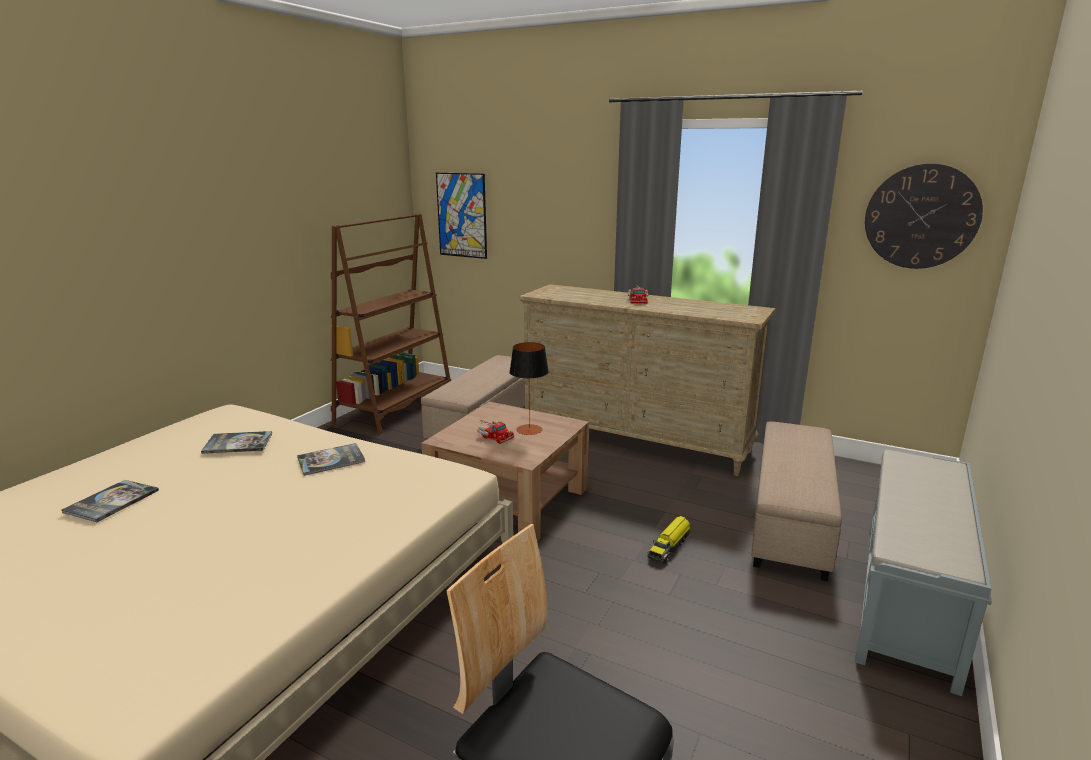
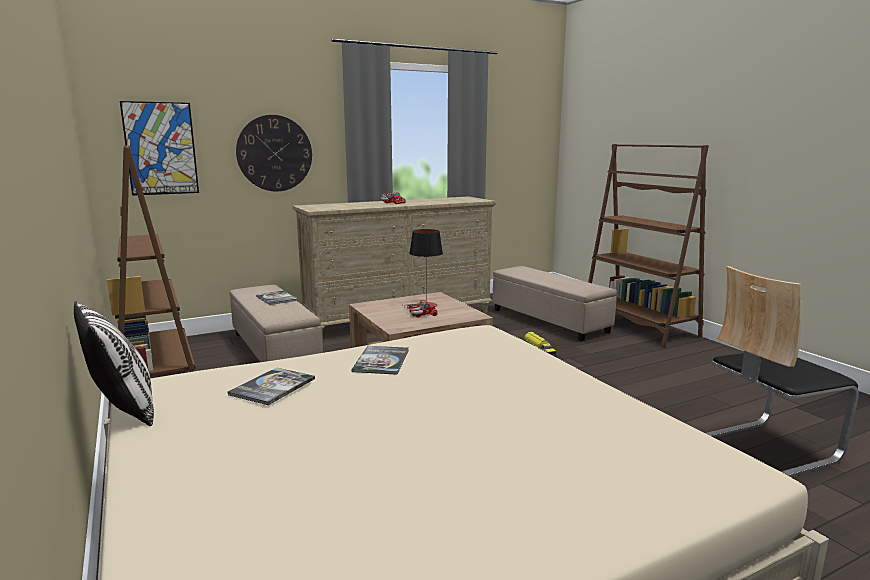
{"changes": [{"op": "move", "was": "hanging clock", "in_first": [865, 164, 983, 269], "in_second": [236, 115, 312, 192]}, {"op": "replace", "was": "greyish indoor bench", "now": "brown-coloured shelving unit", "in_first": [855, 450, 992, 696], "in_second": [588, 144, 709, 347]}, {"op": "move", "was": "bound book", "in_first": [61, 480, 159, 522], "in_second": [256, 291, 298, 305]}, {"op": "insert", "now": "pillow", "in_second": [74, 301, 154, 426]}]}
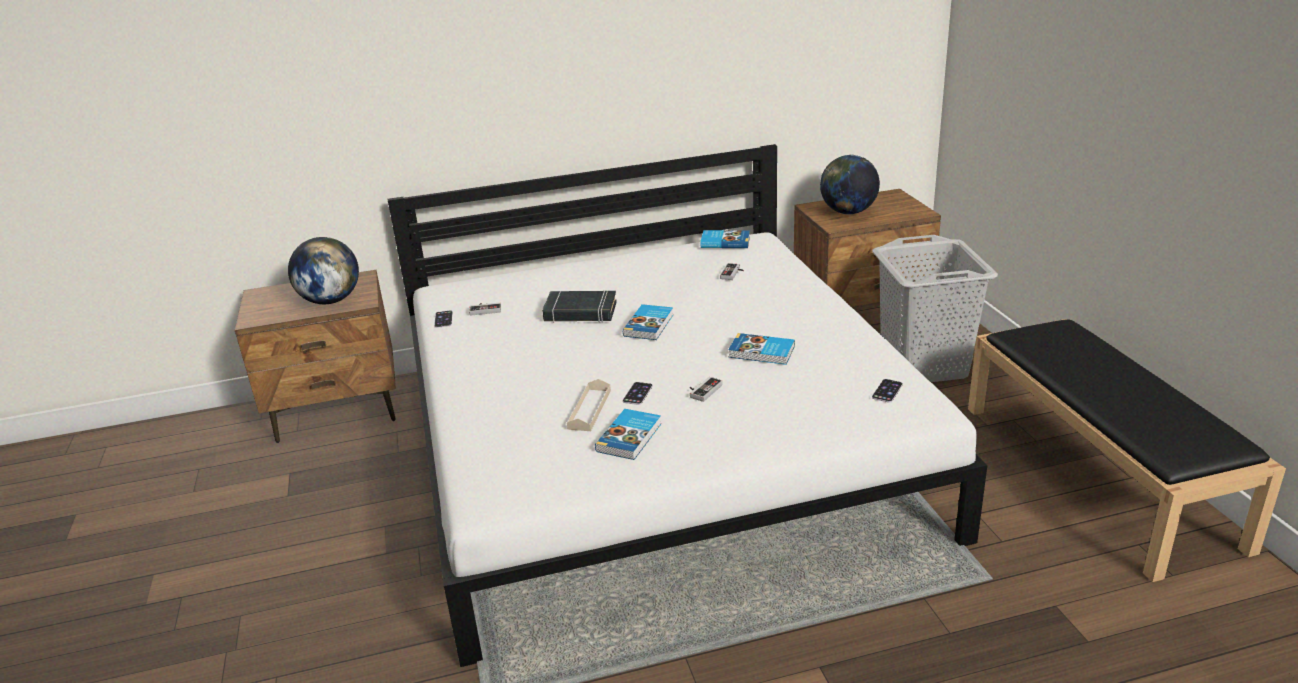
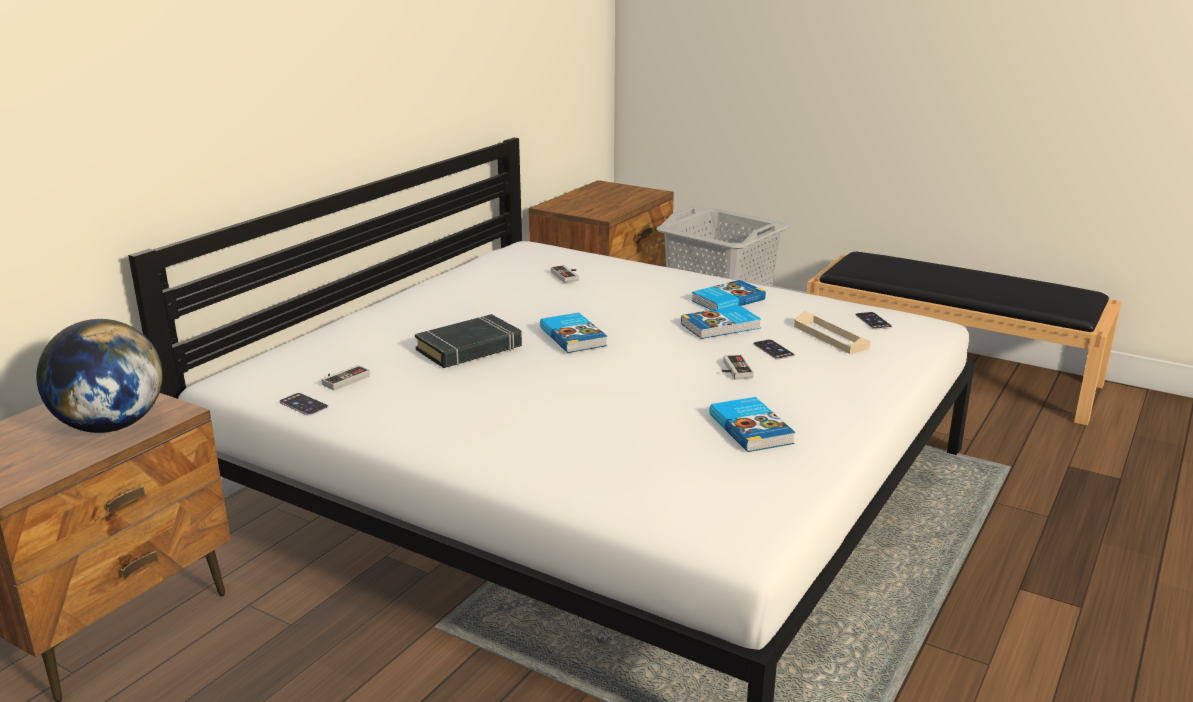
{"changes": [{"op": "delete", "was": "desk globe", "in_first": [820, 155, 880, 215]}, {"op": "move", "was": "bound book", "in_first": [700, 230, 750, 248], "in_second": [691, 280, 766, 310]}, {"op": "move", "was": "sand-coloured serving tray", "in_first": [567, 379, 611, 431], "in_second": [794, 311, 870, 354]}, {"op": "move", "was": "telephone", "in_first": [623, 382, 653, 405], "in_second": [753, 339, 795, 360]}]}
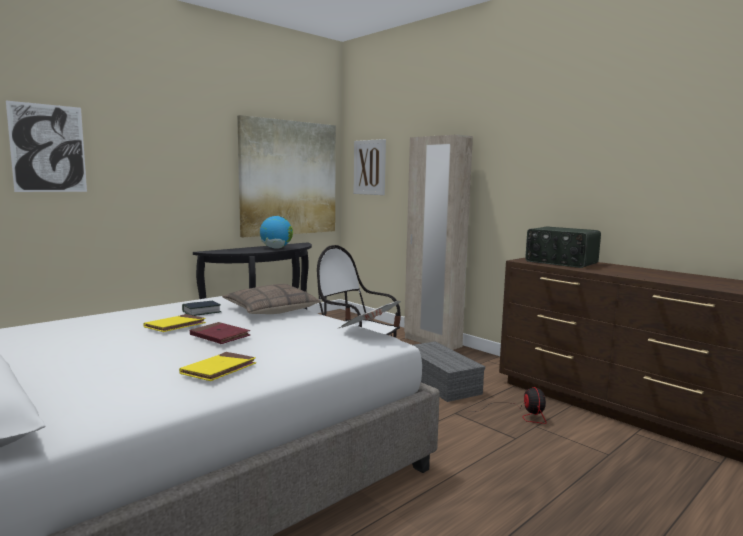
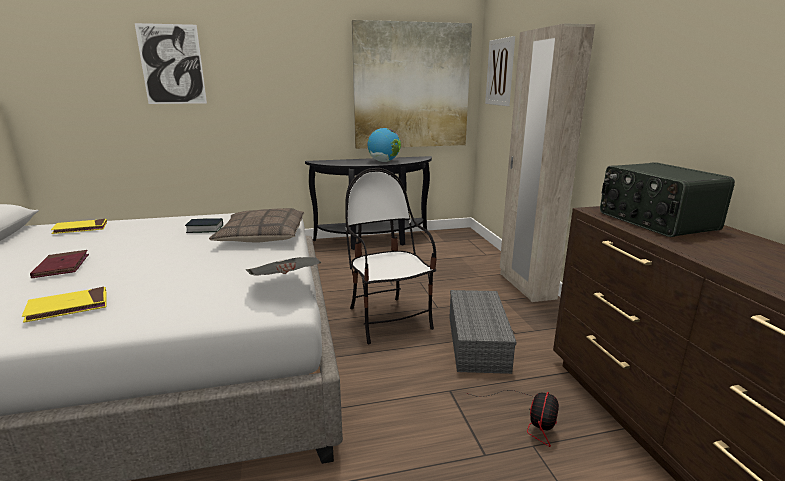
{"changes": [{"op": "move", "was": "yellowish bound book", "in_first": [144, 314, 206, 332], "in_second": [51, 219, 107, 234]}, {"op": "move", "was": "red bound book", "in_first": [190, 322, 250, 344], "in_second": [30, 250, 89, 278]}]}
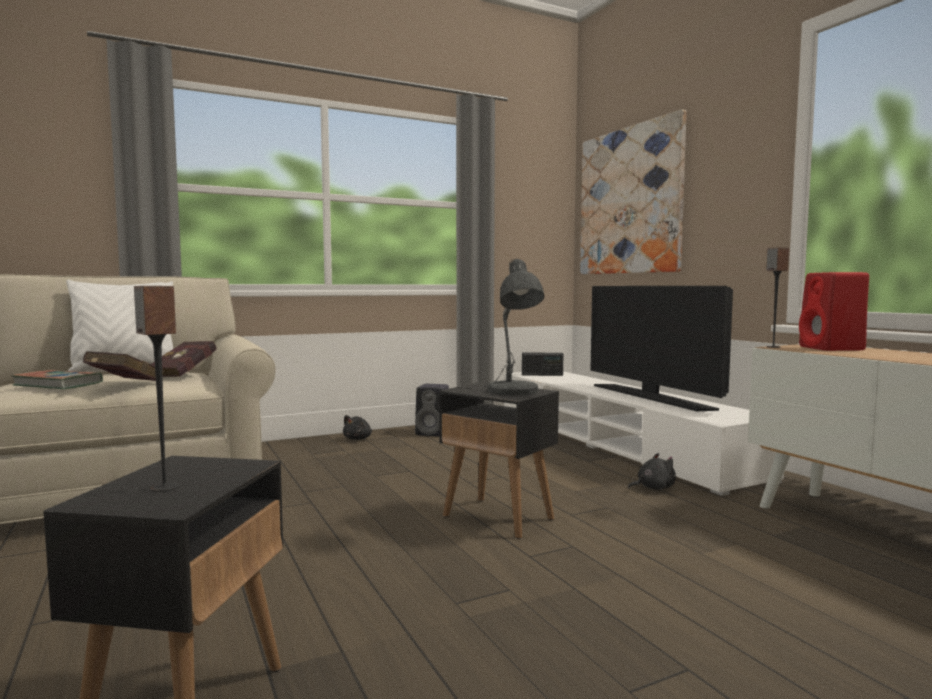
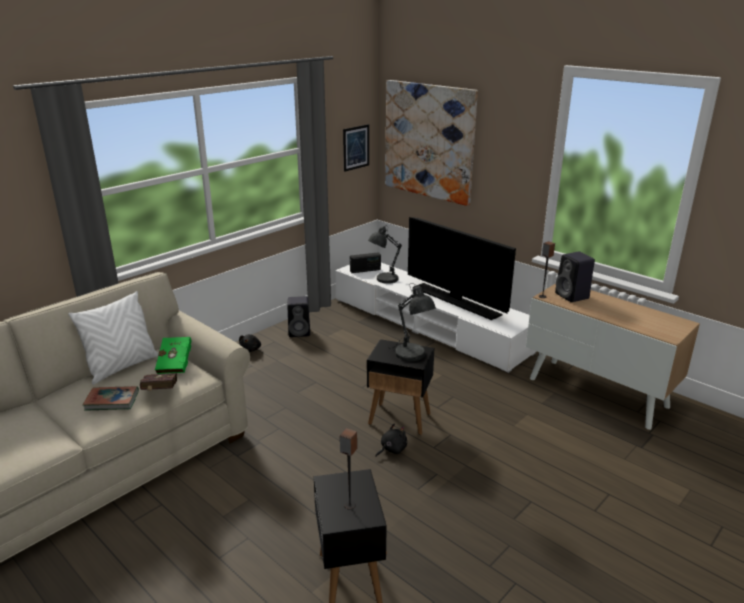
{"changes": [{"op": "recolor", "was": "red audio speaker", "now": "black-coloured audio speaker", "in_first": [799, 272, 869, 351], "in_second": [555, 252, 595, 302]}, {"op": "recolor", "was": "red bound book", "now": "green bound book", "in_first": [150, 341, 217, 377], "in_second": [155, 336, 191, 374]}, {"op": "move", "was": "black-coloured soft toy", "in_first": [628, 453, 676, 490], "in_second": [375, 424, 407, 457]}, {"op": "insert", "now": "wall art", "in_second": [343, 124, 369, 172]}, {"op": "insert", "now": "greyish tabletop lamp", "in_second": [368, 225, 402, 284]}]}
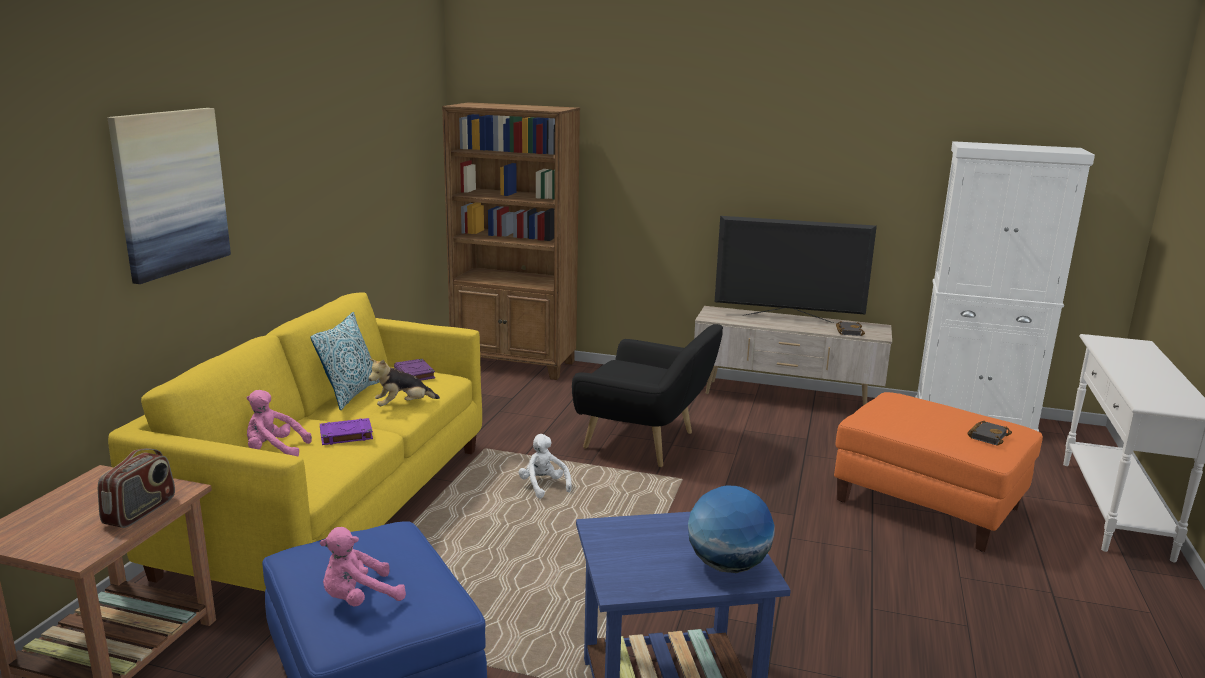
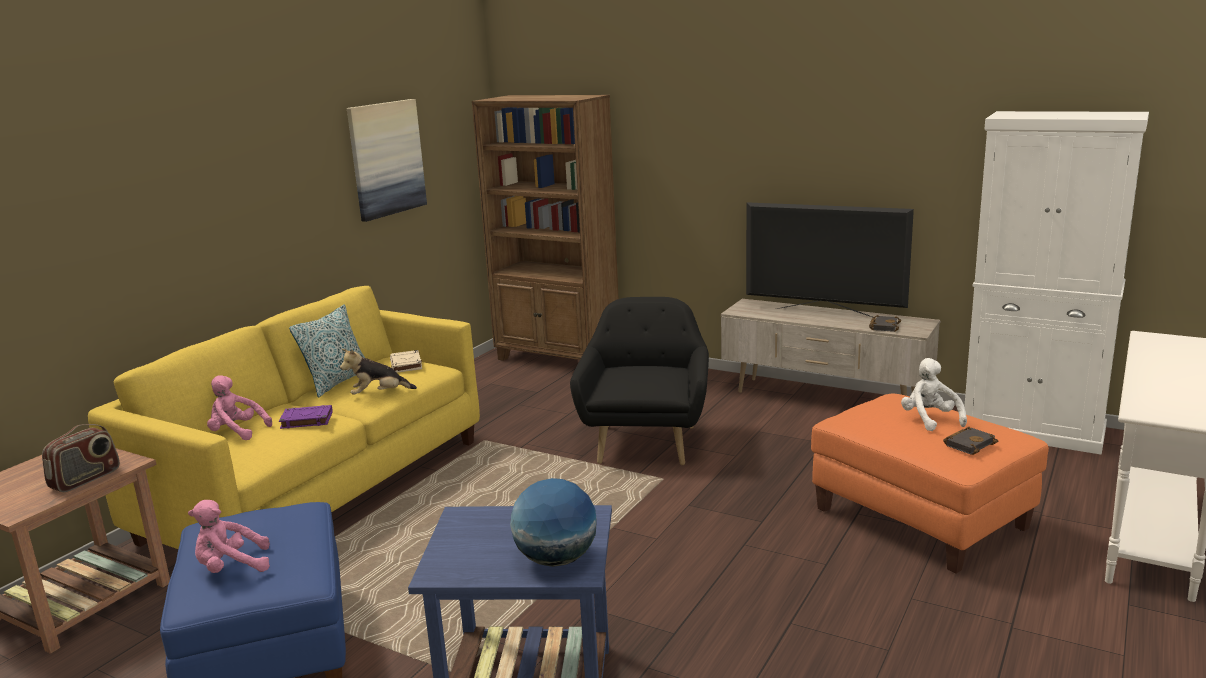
{"changes": [{"op": "move", "was": "wall art", "in_first": [108, 108, 231, 284], "in_second": [347, 99, 427, 222]}, {"op": "rotate", "was": "black-coloured armchair", "in_first": [572, 324, 723, 467], "in_second": [570, 297, 709, 465], "clockwise": -120}, {"op": "recolor", "was": "purple-coloured bound book", "now": "sand-coloured bound book", "in_first": [394, 359, 435, 381], "in_second": [390, 350, 422, 373]}, {"op": "move", "was": "whitish soft toy", "in_first": [518, 434, 572, 499], "in_second": [901, 358, 967, 431]}]}
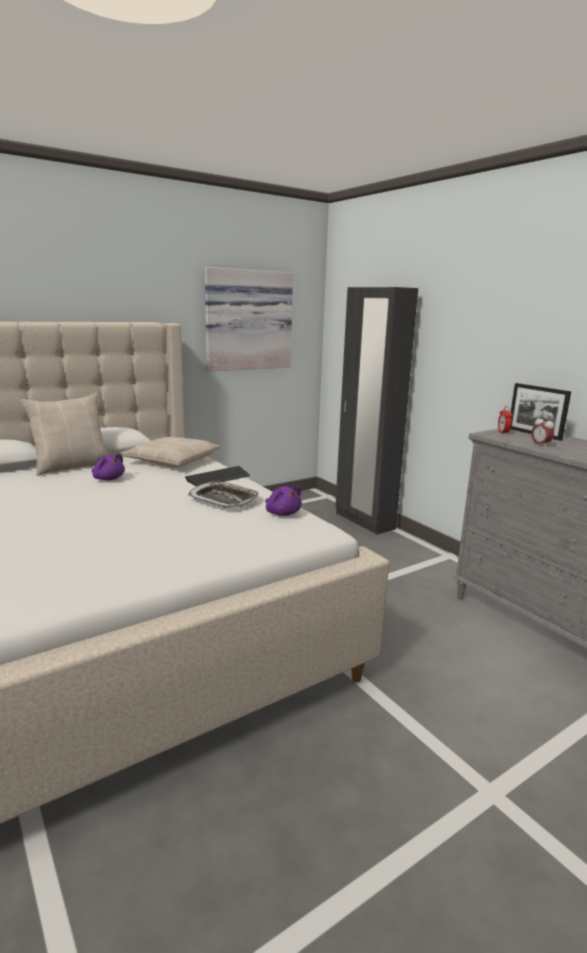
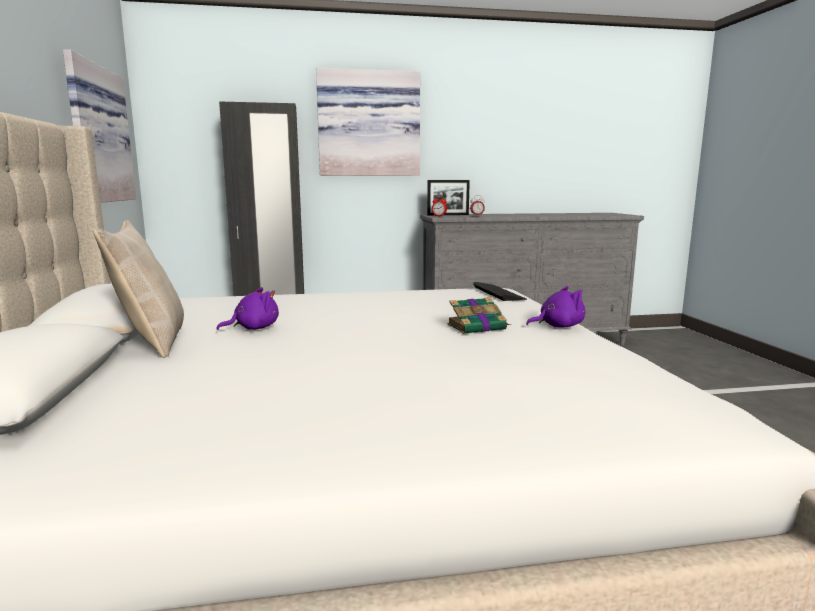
{"changes": [{"op": "delete", "was": "sand-coloured pillow", "in_first": [121, 437, 220, 468]}, {"op": "move", "was": "keyboard", "in_first": [185, 466, 250, 486], "in_second": [473, 282, 527, 301]}, {"op": "delete", "was": "serving tray", "in_first": [188, 481, 259, 509]}, {"op": "move", "was": "purple-coloured soft toy", "in_first": [265, 486, 302, 516], "in_second": [526, 286, 585, 328]}, {"op": "insert", "now": "wall art", "in_second": [316, 68, 420, 176]}, {"op": "insert", "now": "bound book", "in_second": [447, 297, 511, 334]}]}
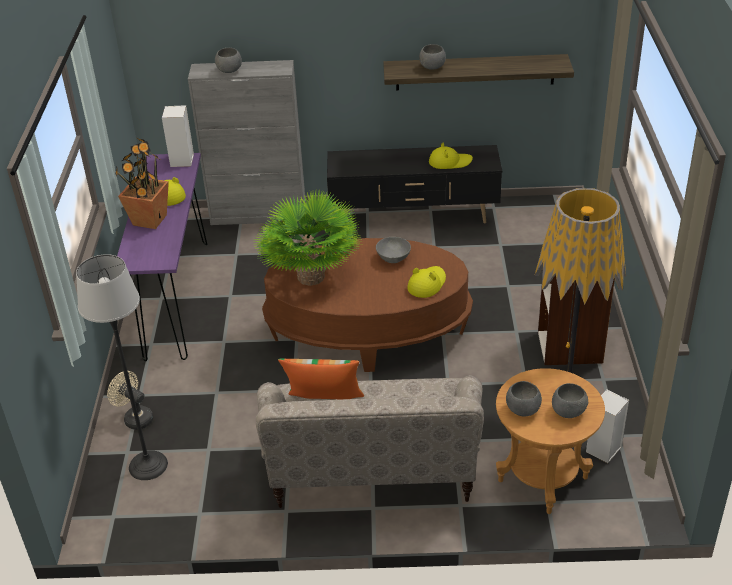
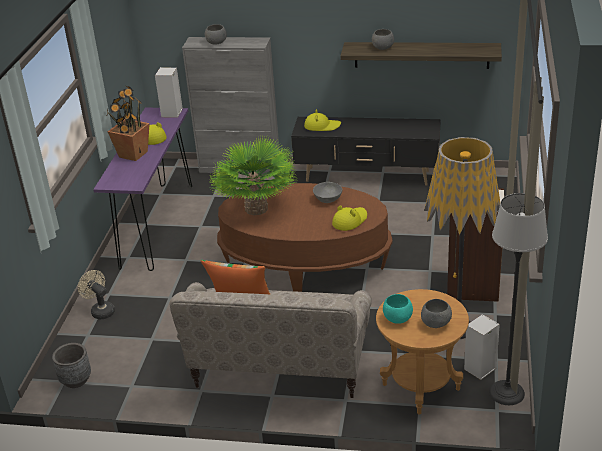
{"changes": [{"op": "move", "was": "yellowish hat", "in_first": [429, 142, 473, 169], "in_second": [304, 109, 341, 131]}, {"op": "move", "was": "standard lamp", "in_first": [76, 254, 168, 480], "in_second": [489, 193, 548, 405]}, {"op": "recolor", "was": "greyish deep dish", "now": "blue-green deep dish", "in_first": [506, 381, 542, 417], "in_second": [383, 294, 413, 324]}, {"op": "insert", "now": "greyish plant pot", "in_second": [52, 343, 91, 388]}]}
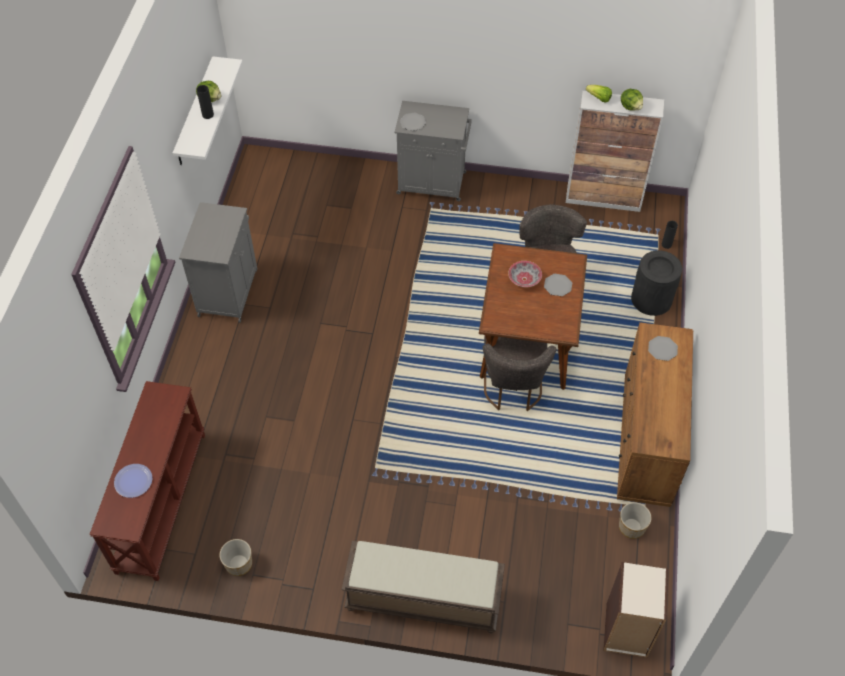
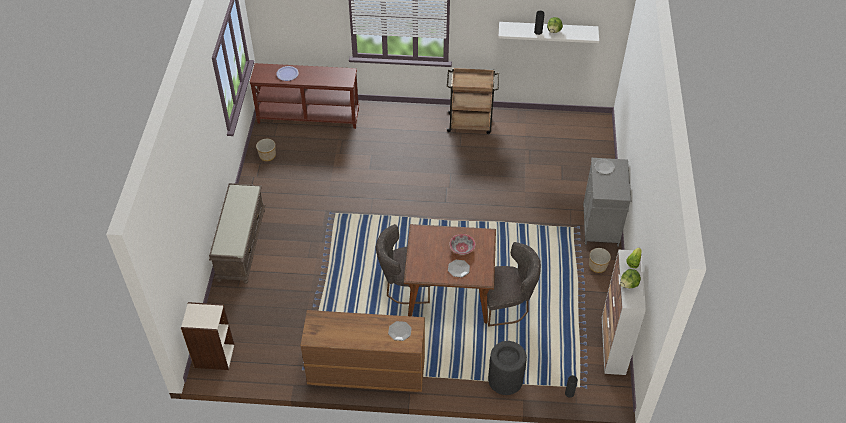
{"changes": [{"op": "replace", "was": "greyish storage cabinet", "now": "brown-coloured cart", "in_first": [179, 202, 258, 323], "in_second": [446, 68, 499, 134]}, {"op": "move", "was": "plant pot", "in_first": [619, 502, 652, 539], "in_second": [589, 248, 611, 273]}]}
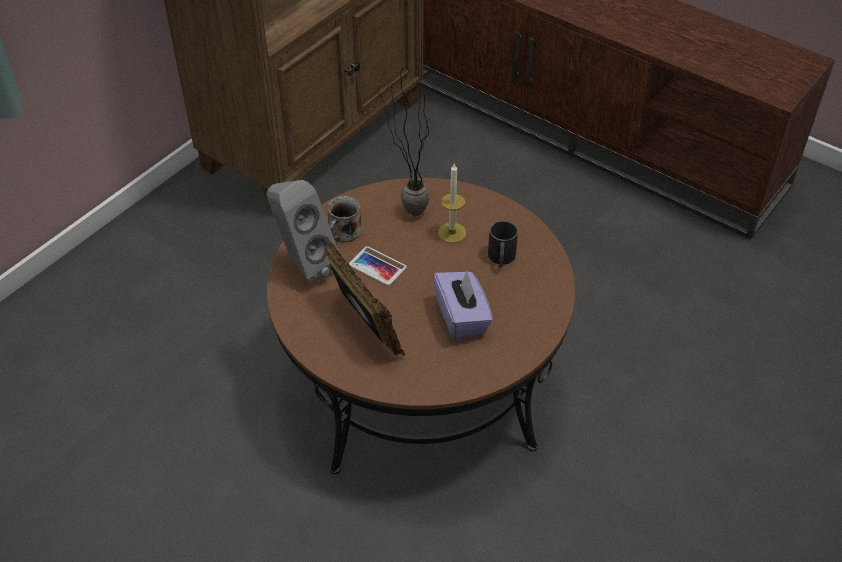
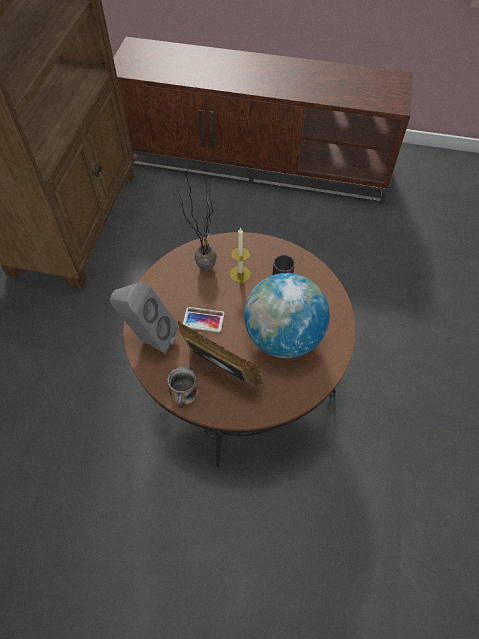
{"changes": [{"op": "move", "was": "coffee mug", "in_first": [327, 196, 362, 242], "in_second": [167, 367, 198, 408]}, {"op": "replace", "was": "purple-coloured box of tissues", "now": "desk globe", "in_first": [433, 271, 493, 340], "in_second": [244, 273, 330, 358]}]}
